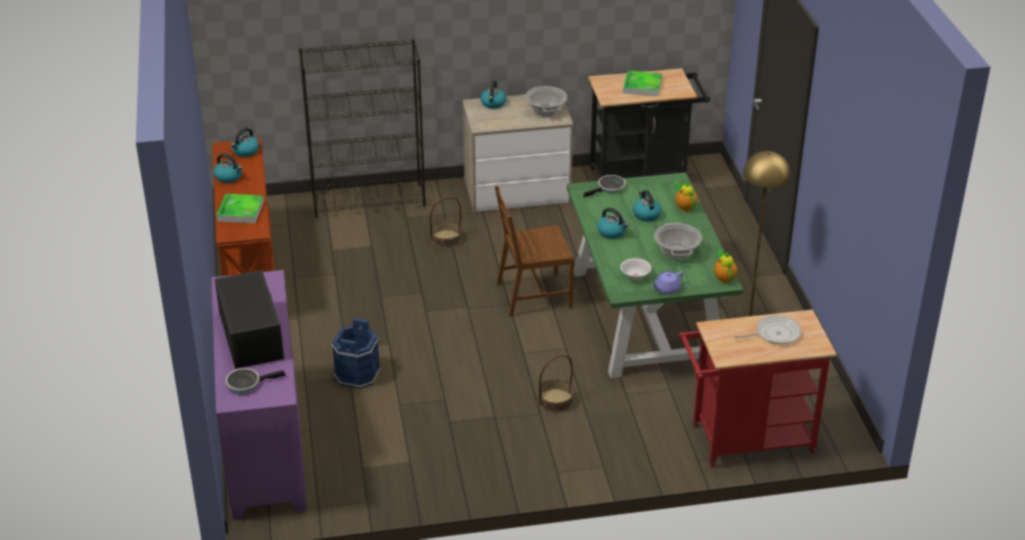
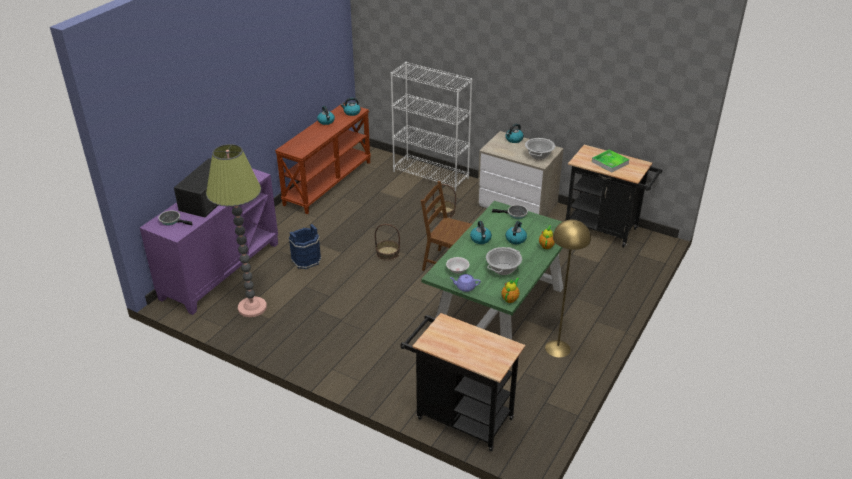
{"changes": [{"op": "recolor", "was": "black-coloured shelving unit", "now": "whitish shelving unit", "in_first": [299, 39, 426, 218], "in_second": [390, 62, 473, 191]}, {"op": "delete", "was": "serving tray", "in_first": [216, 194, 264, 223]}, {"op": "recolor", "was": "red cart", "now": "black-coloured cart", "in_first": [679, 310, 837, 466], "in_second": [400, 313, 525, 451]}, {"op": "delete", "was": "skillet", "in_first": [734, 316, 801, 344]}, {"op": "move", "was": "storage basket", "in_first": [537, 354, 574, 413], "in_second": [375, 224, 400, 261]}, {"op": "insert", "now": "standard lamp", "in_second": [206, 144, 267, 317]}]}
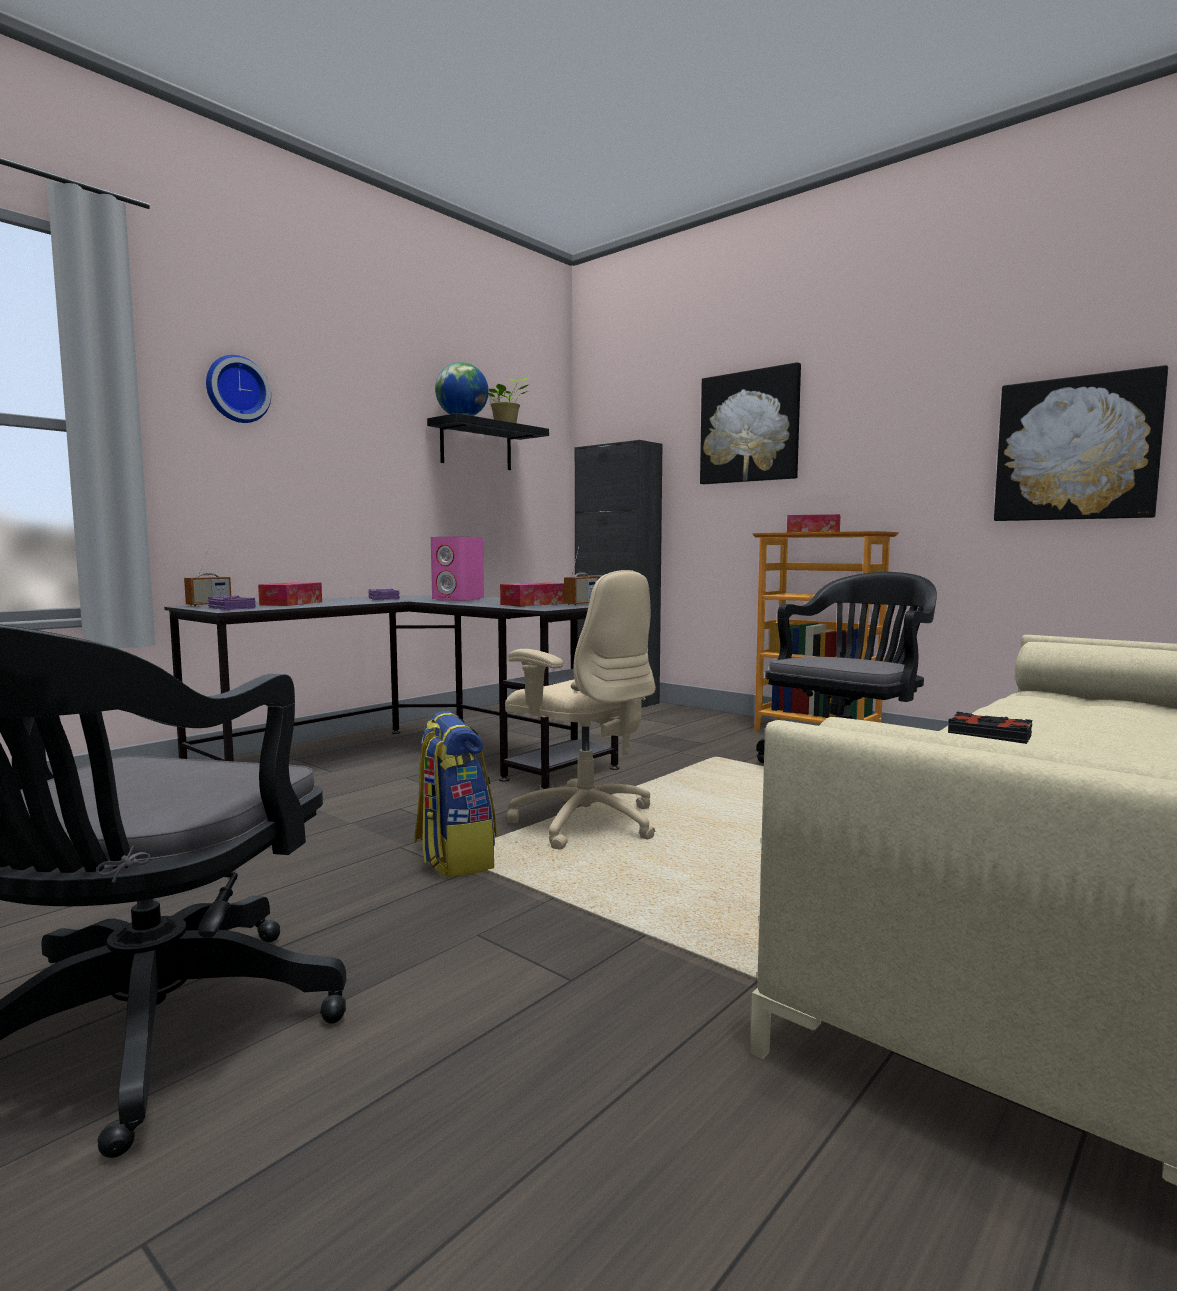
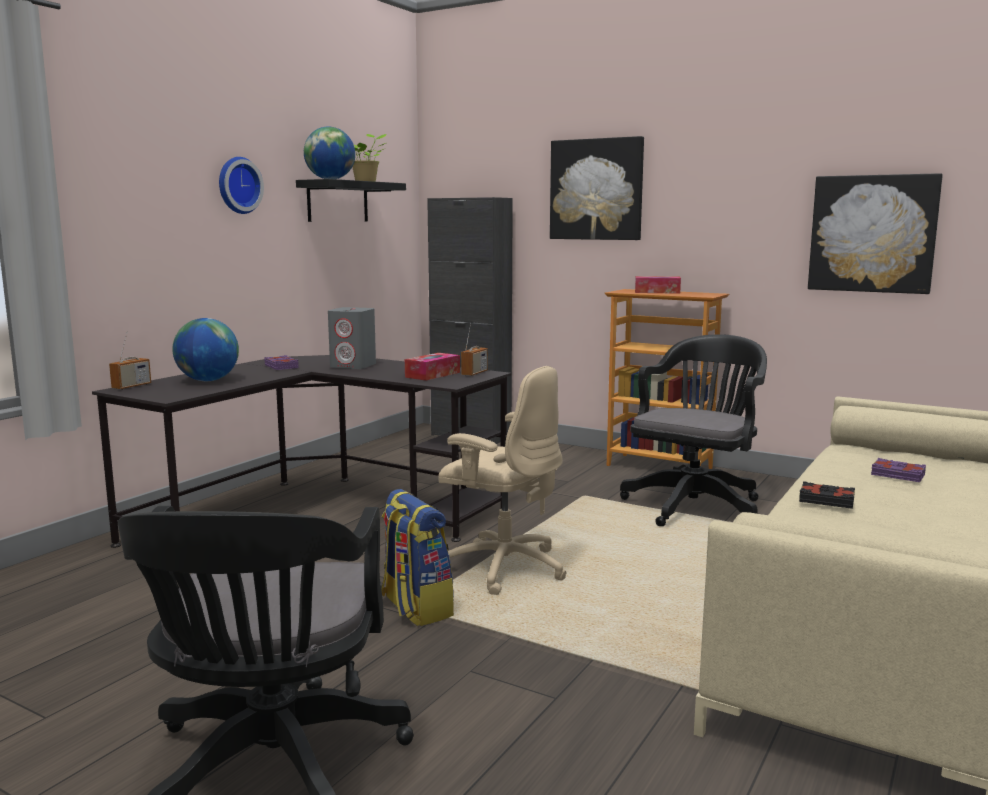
{"changes": [{"op": "move", "was": "hanging clock", "in_first": [206, 355, 271, 423], "in_second": [219, 157, 264, 214]}, {"op": "recolor", "was": "pinkish audio speaker", "now": "greyish audio speaker", "in_first": [431, 536, 484, 601], "in_second": [328, 307, 376, 369]}, {"op": "replace", "was": "box of tissues", "now": "desk globe", "in_first": [258, 582, 322, 606], "in_second": [172, 318, 239, 381]}, {"op": "move", "was": "purple-coloured bound book", "in_first": [208, 595, 256, 610], "in_second": [871, 458, 926, 482]}]}
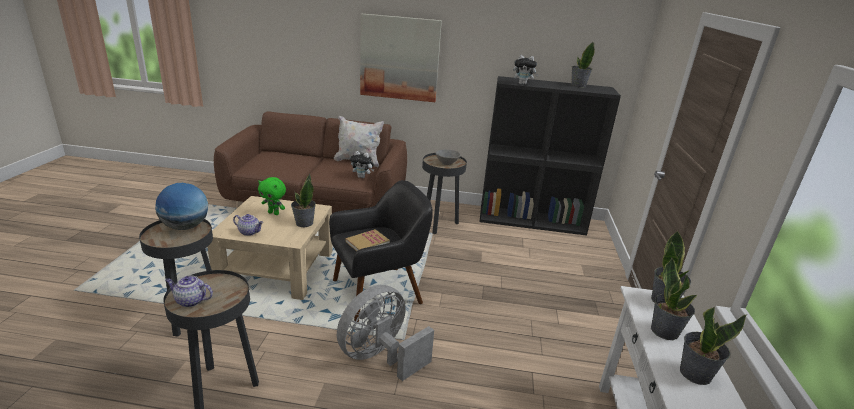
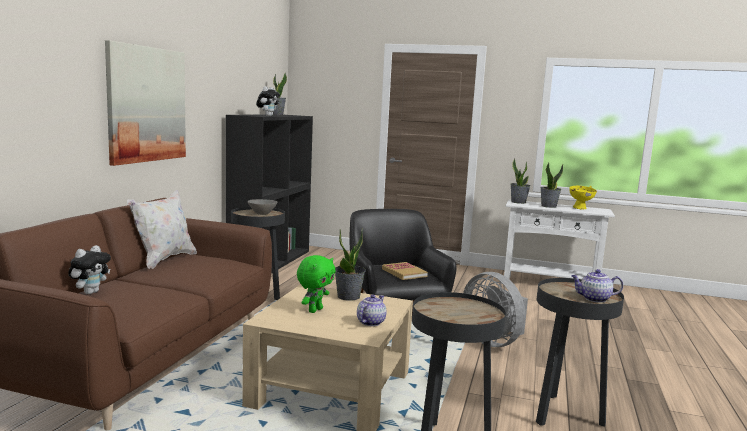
{"changes": [{"op": "move", "was": "soft toy", "in_first": [350, 151, 374, 178], "in_second": [68, 245, 111, 294]}, {"op": "delete", "was": "desk globe", "in_first": [155, 183, 208, 230]}, {"op": "rotate", "was": "pot for tea", "in_first": [165, 276, 213, 307], "in_second": [572, 269, 623, 303], "clockwise": 75}, {"op": "replace", "was": "houseplant", "now": "yellowish deep dish", "in_first": [680, 307, 747, 385], "in_second": [569, 186, 597, 210]}]}
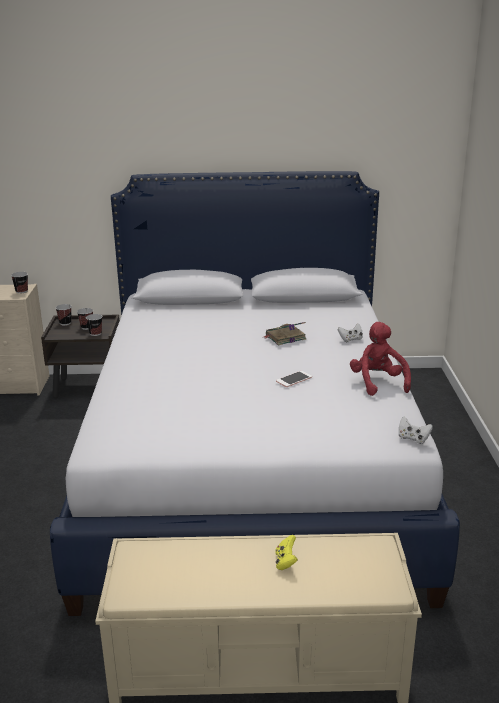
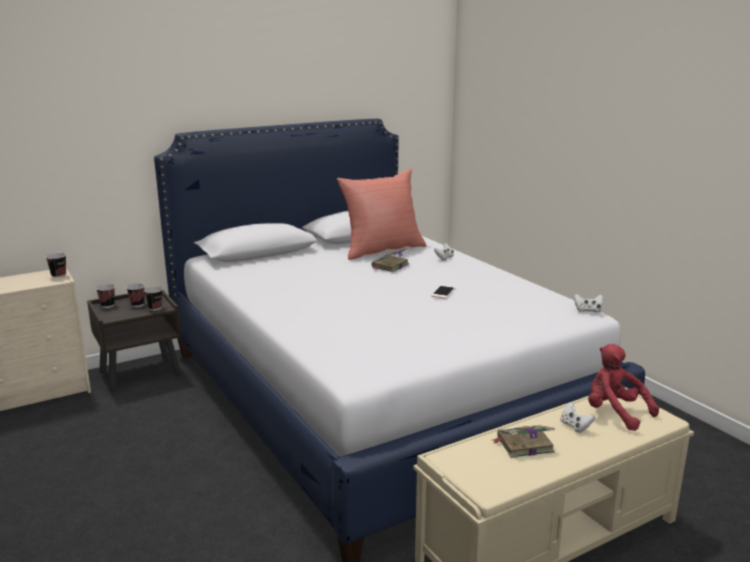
{"changes": [{"op": "move", "was": "red soft toy", "in_first": [350, 322, 411, 396], "in_second": [588, 344, 659, 431]}, {"op": "recolor", "was": "yellowish game controller", "now": "whitish game controller", "in_first": [275, 535, 298, 570], "in_second": [560, 402, 595, 433]}, {"op": "insert", "now": "red pillow", "in_second": [337, 169, 427, 260]}, {"op": "insert", "now": "bound book", "in_second": [493, 425, 555, 458]}]}
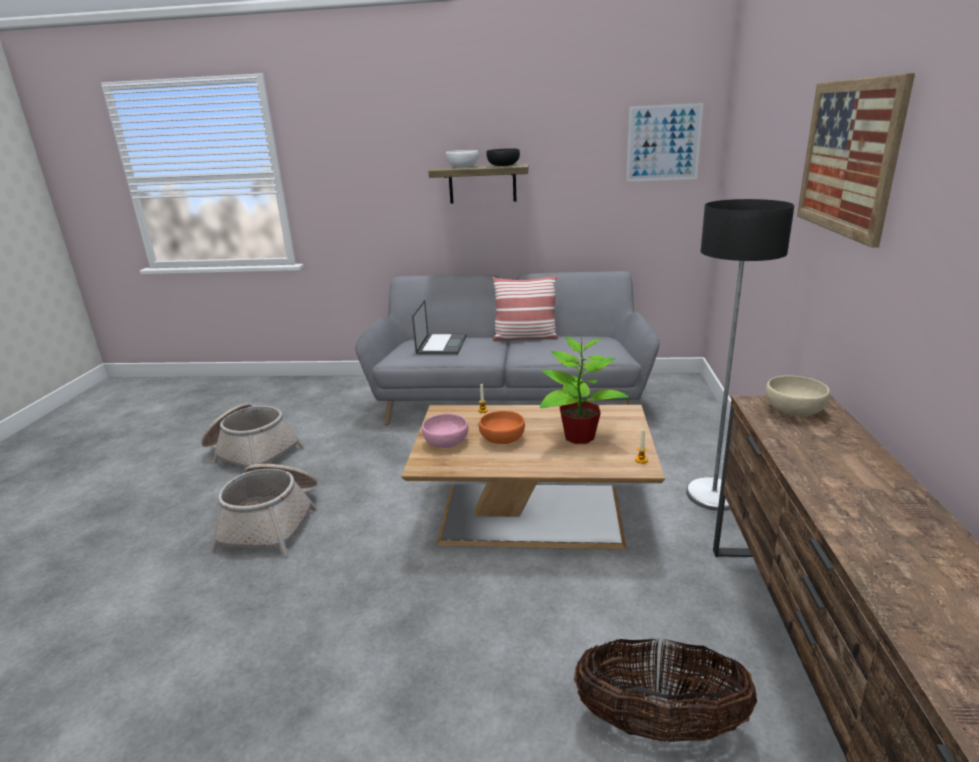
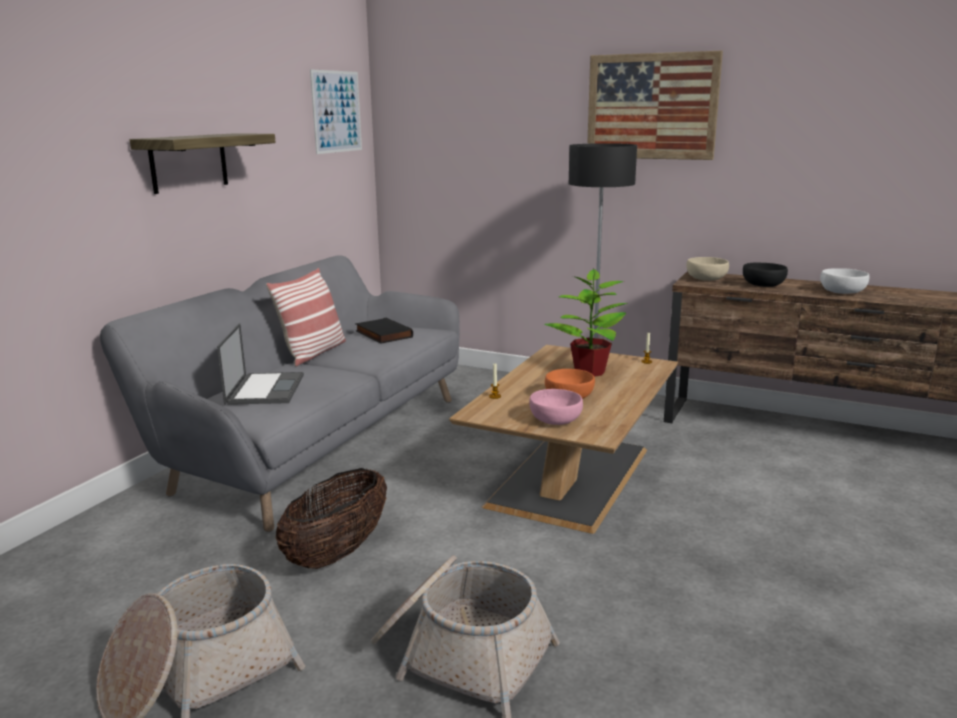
{"changes": [{"op": "move", "was": "black-coloured deep dish", "in_first": [487, 149, 520, 166], "in_second": [743, 263, 788, 287]}, {"op": "move", "was": "whitish deep dish", "in_first": [446, 150, 479, 167], "in_second": [820, 268, 869, 294]}, {"op": "rotate", "was": "laptop", "in_first": [412, 300, 467, 355], "in_second": [217, 323, 304, 405], "clockwise": 60}, {"op": "move", "was": "storage basket", "in_first": [574, 638, 757, 742], "in_second": [276, 468, 387, 569]}, {"op": "insert", "now": "black-coloured bound book", "in_second": [355, 318, 413, 344]}]}
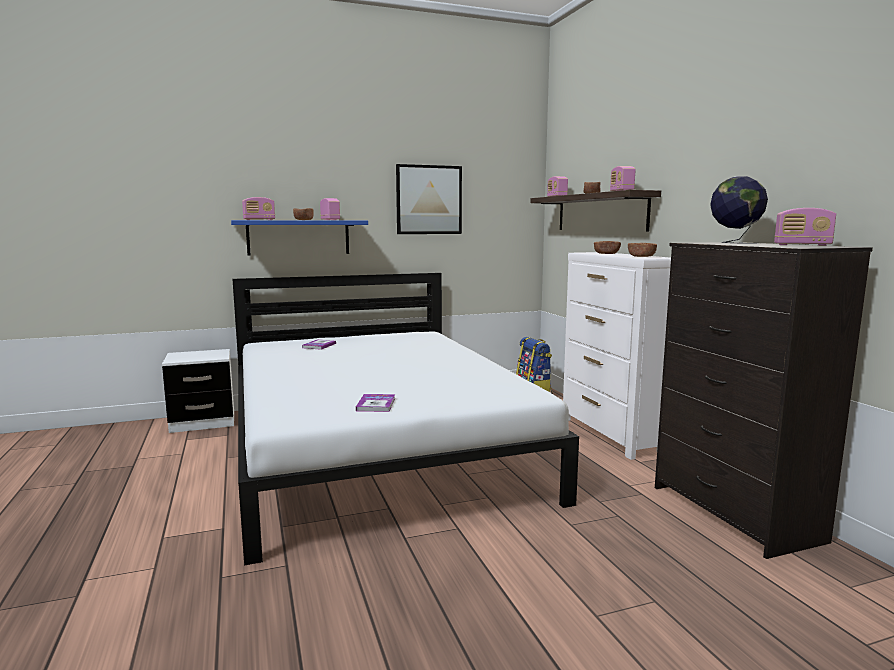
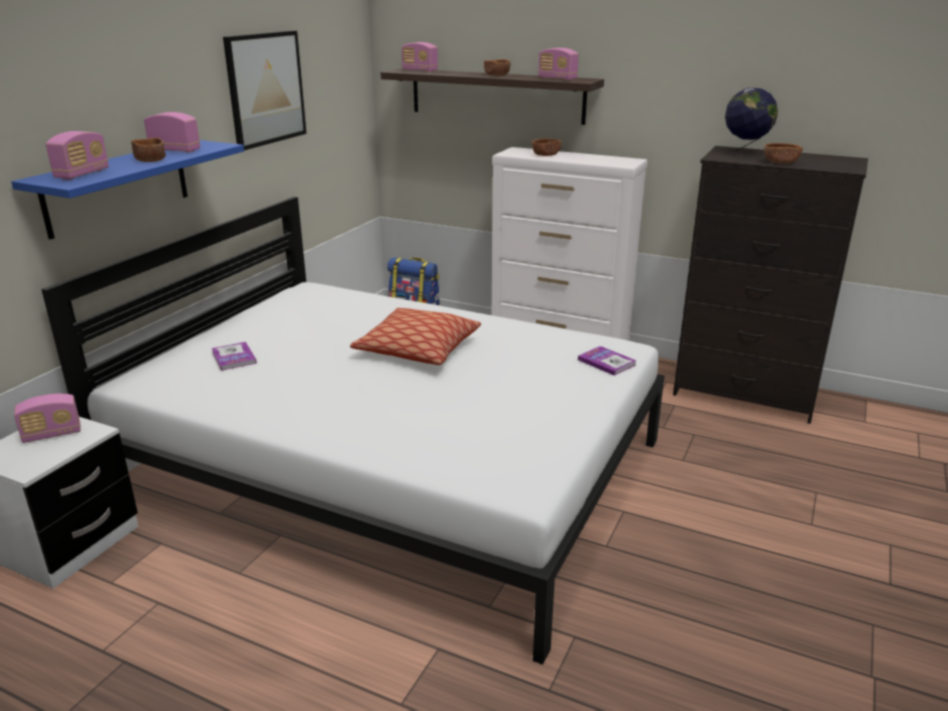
{"changes": [{"op": "move", "was": "radio receiver", "in_first": [774, 208, 836, 246], "in_second": [14, 394, 81, 443]}, {"op": "move", "was": "brown-coloured deep dish", "in_first": [628, 243, 657, 257], "in_second": [764, 143, 803, 164]}, {"op": "move", "was": "bound book", "in_first": [356, 394, 395, 412], "in_second": [578, 346, 637, 376]}, {"op": "insert", "now": "pillow", "in_second": [350, 308, 481, 365]}]}
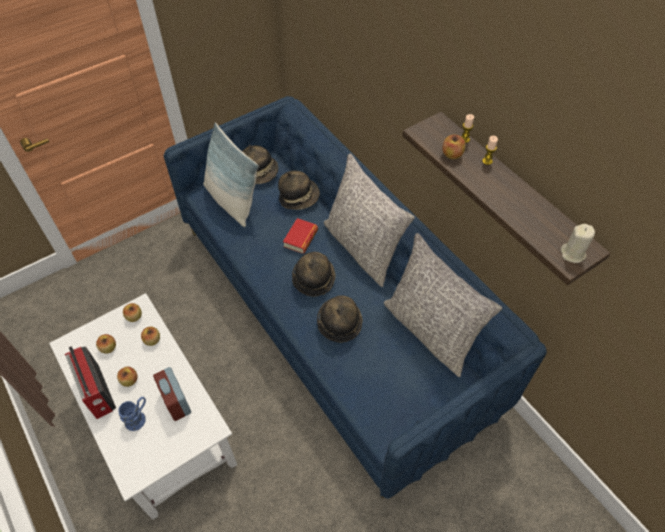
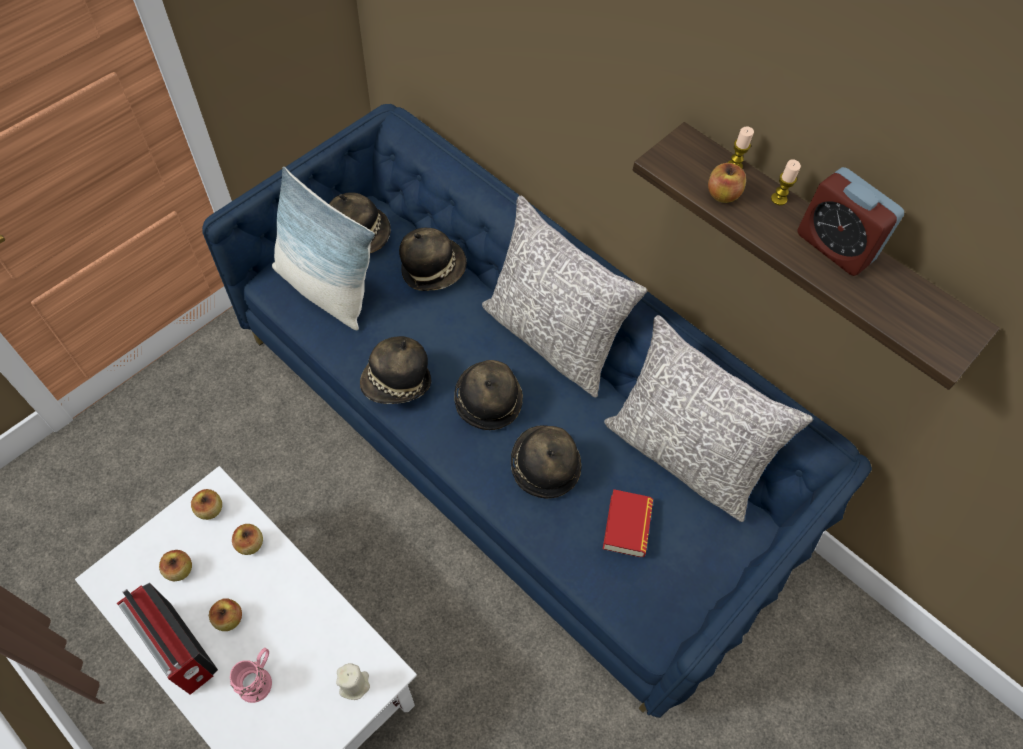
{"changes": [{"op": "move", "was": "bound book", "in_first": [283, 218, 318, 254], "in_second": [603, 489, 653, 557]}, {"op": "move", "was": "sand-coloured wax light", "in_first": [561, 224, 595, 263], "in_second": [336, 663, 370, 700]}, {"op": "move", "was": "bedside clock", "in_first": [153, 367, 191, 421], "in_second": [797, 167, 904, 276]}, {"op": "recolor", "was": "blue-coloured coffee mug", "now": "pinkish coffee mug", "in_first": [119, 397, 146, 431], "in_second": [230, 648, 272, 703]}, {"op": "insert", "now": "hat", "in_second": [360, 336, 431, 404]}]}
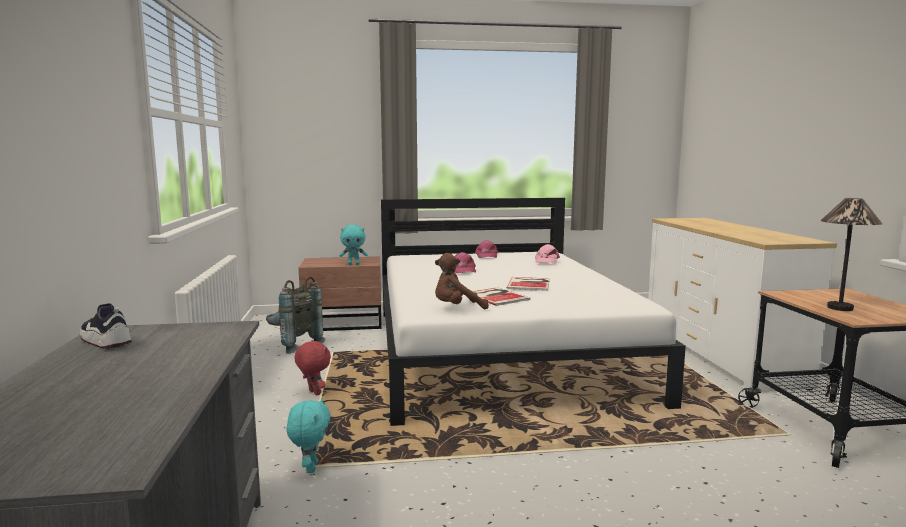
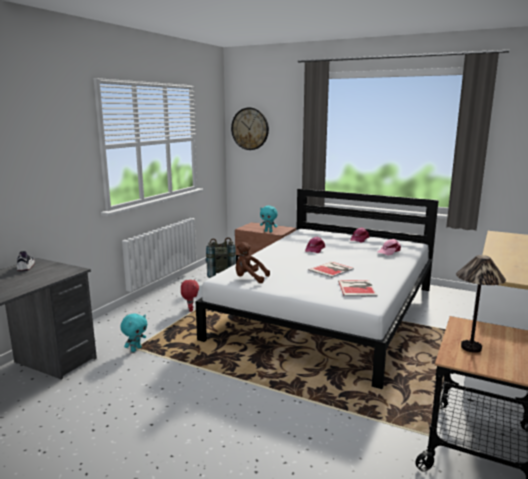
{"changes": [{"op": "move", "was": "bound book", "in_first": [472, 288, 531, 306], "in_second": [338, 280, 377, 297]}, {"op": "insert", "now": "hanging clock", "in_second": [231, 107, 269, 150]}]}
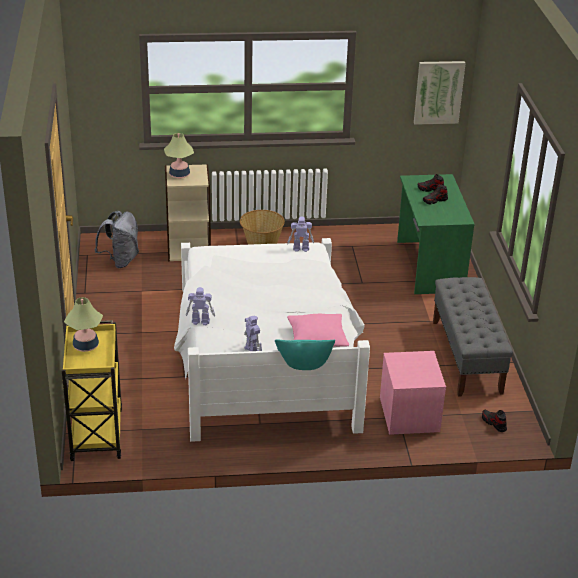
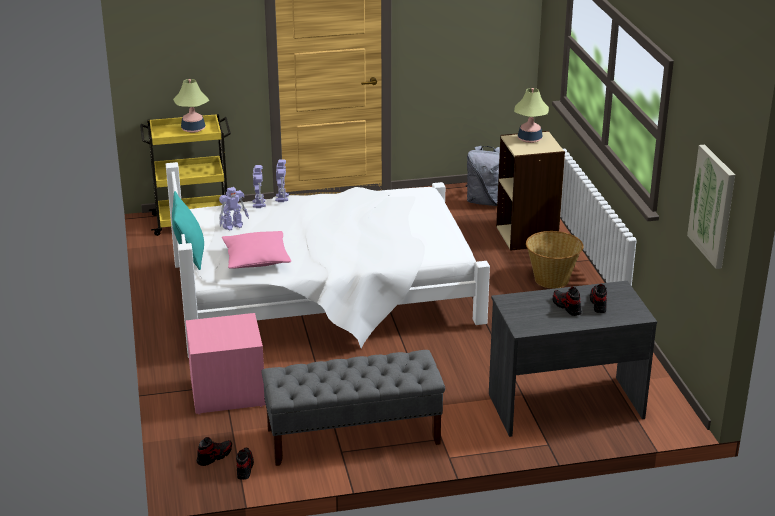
{"changes": [{"op": "recolor", "was": "green desk", "now": "greyish desk", "in_first": [397, 174, 475, 294], "in_second": [489, 281, 657, 437]}, {"op": "move", "was": "toy robot", "in_first": [288, 217, 314, 252], "in_second": [252, 165, 266, 208]}, {"op": "insert", "now": "low shoe", "in_second": [236, 448, 254, 480]}]}
